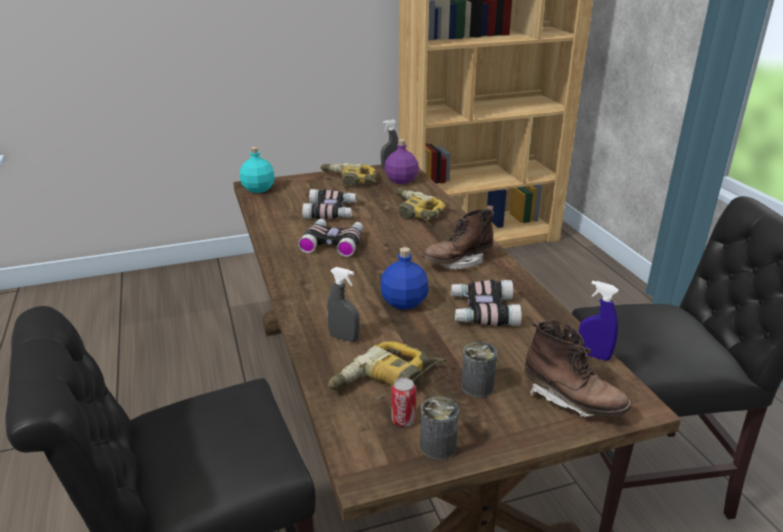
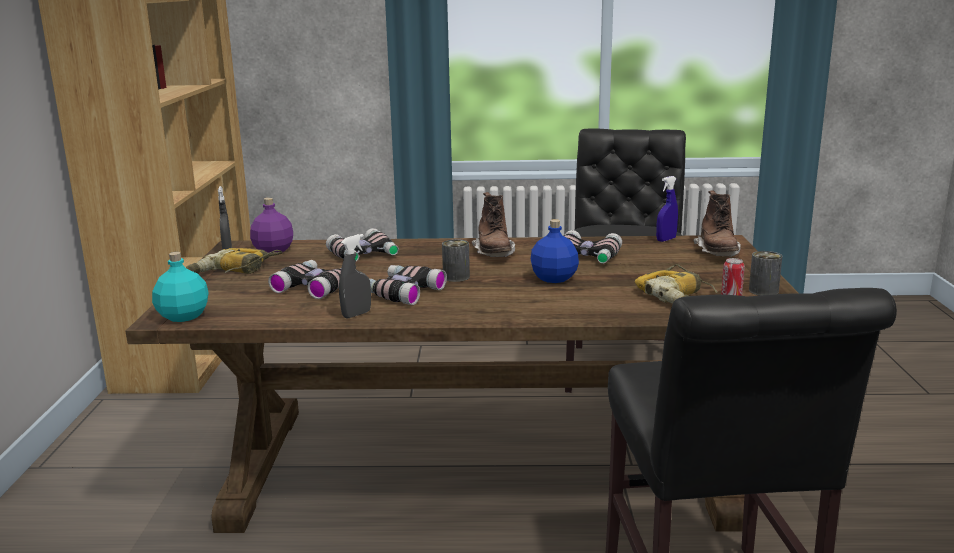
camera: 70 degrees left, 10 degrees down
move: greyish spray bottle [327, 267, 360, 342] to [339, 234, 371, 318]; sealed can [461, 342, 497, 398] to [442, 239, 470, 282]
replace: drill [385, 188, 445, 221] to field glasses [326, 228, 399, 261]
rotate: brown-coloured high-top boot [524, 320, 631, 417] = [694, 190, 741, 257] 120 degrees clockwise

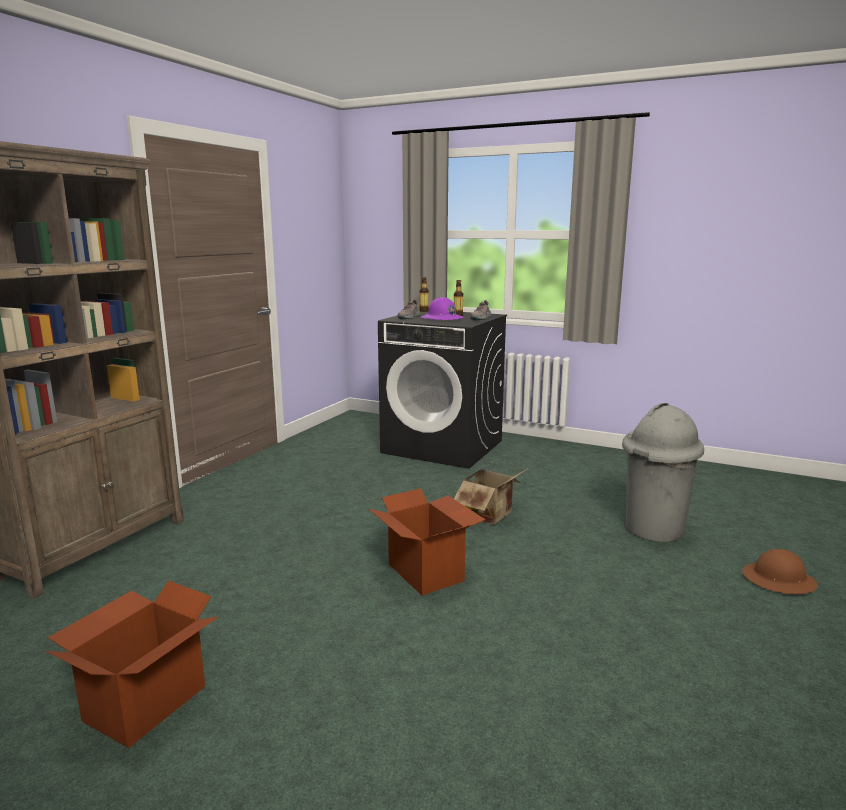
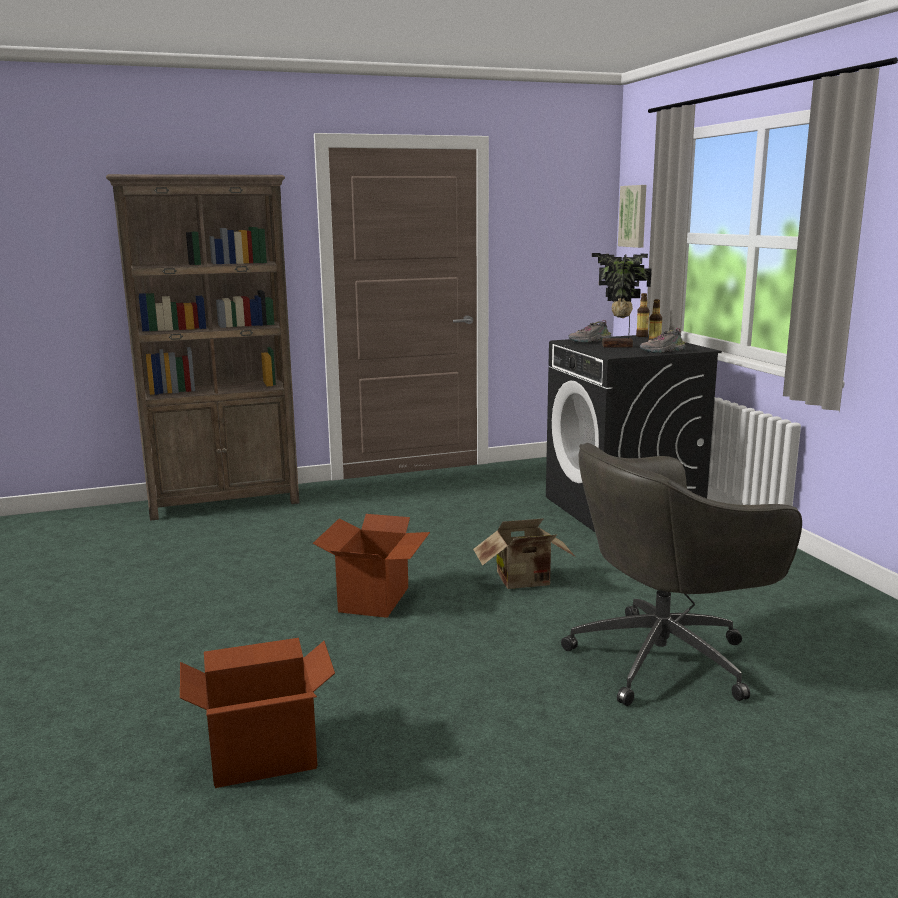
camera: 45 degrees right, 0 degrees up
delete: brown-coloured safety helmet [742, 549, 818, 594]
insert: wall art [618, 185, 646, 248]
move: carton [46, 580, 218, 748] to [180, 638, 335, 788]
replace: purple-coloured safety helmet [422, 297, 463, 321] to potted plant [592, 253, 651, 348]; greyish rubbish bin [622, 403, 704, 542] to greyish computer chair [561, 443, 802, 706]

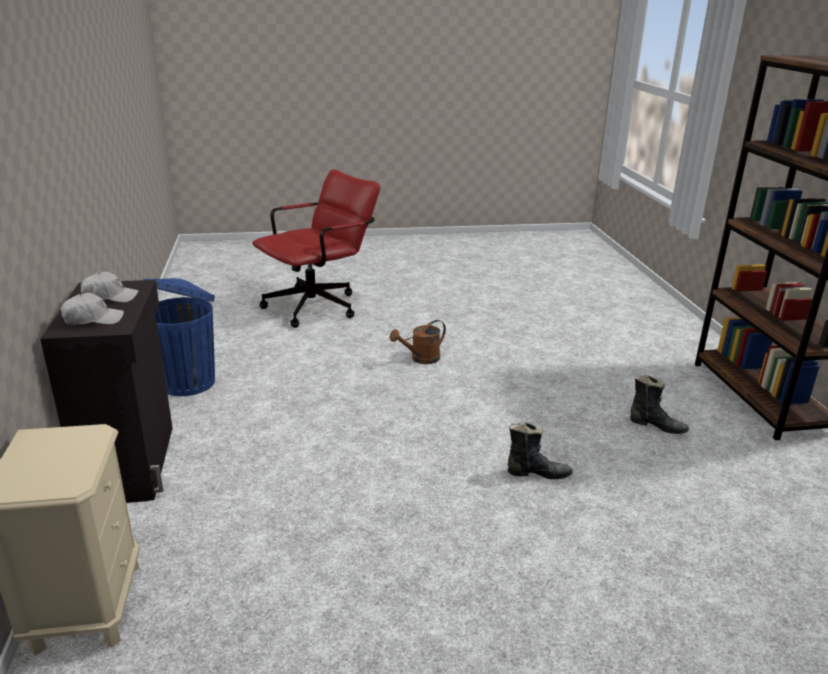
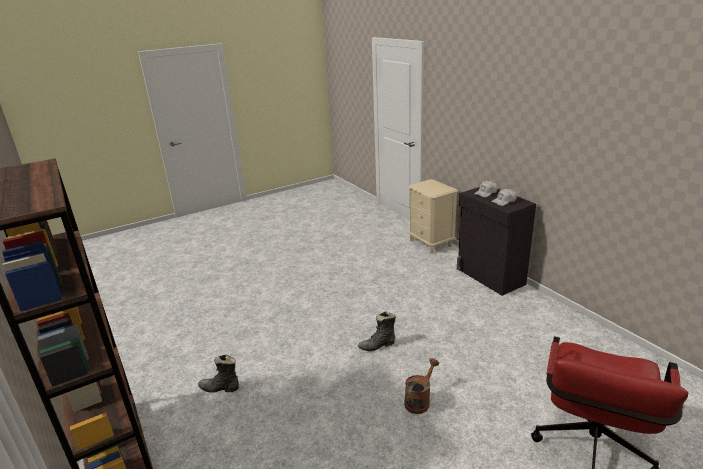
camera: 160 degrees right, 0 degrees up
delete: blue-coloured rubbish bin [144, 278, 215, 396]
move: black-coloured high-top boot [508, 422, 573, 479] to [358, 311, 396, 351]

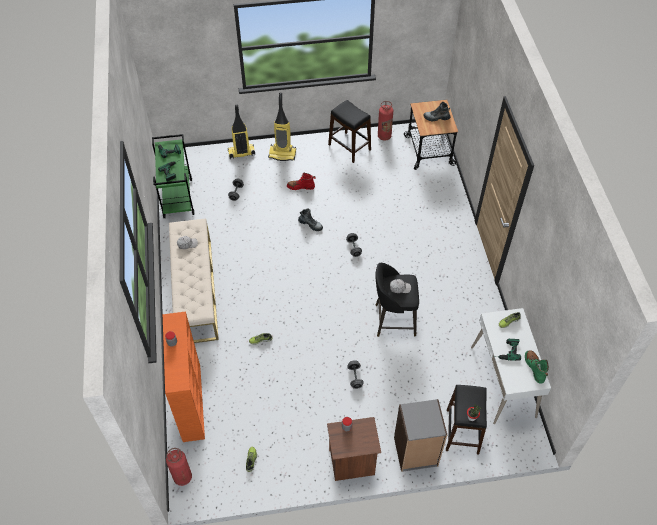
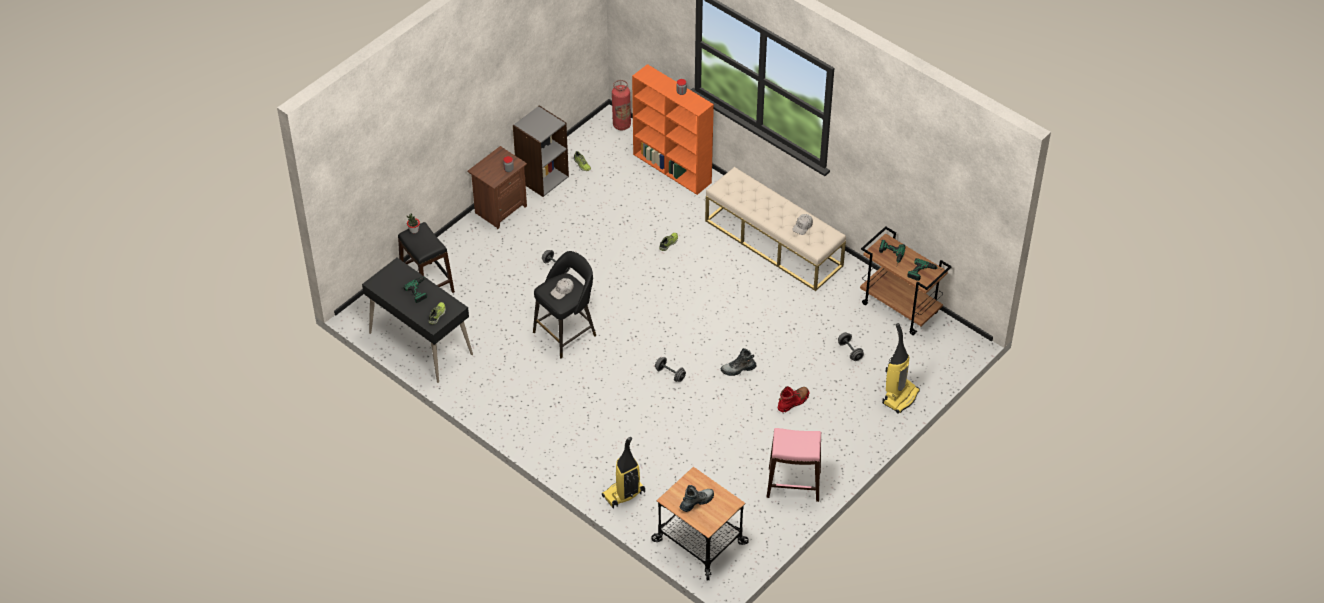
camera: 140 degrees right, 5 degrees down
delete: fire-fighting cylinder [378, 101, 393, 141]; green high-top boot [525, 350, 549, 383]
move: hoover [268, 93, 296, 161] to [602, 437, 645, 509]; greyish bookshelf [394, 399, 447, 472] to [513, 105, 569, 197]
recolor: black-coloured stool [328, 100, 371, 163] to pink stool [766, 428, 821, 502]; green trolley [152, 134, 194, 218] to brown-coloured trolley [860, 226, 952, 335]; white desk table [471, 308, 551, 424] to black-coloured desk table [362, 258, 473, 383]

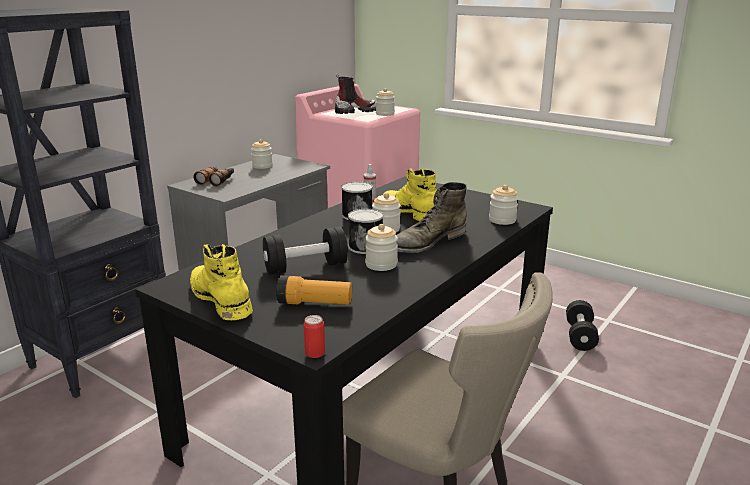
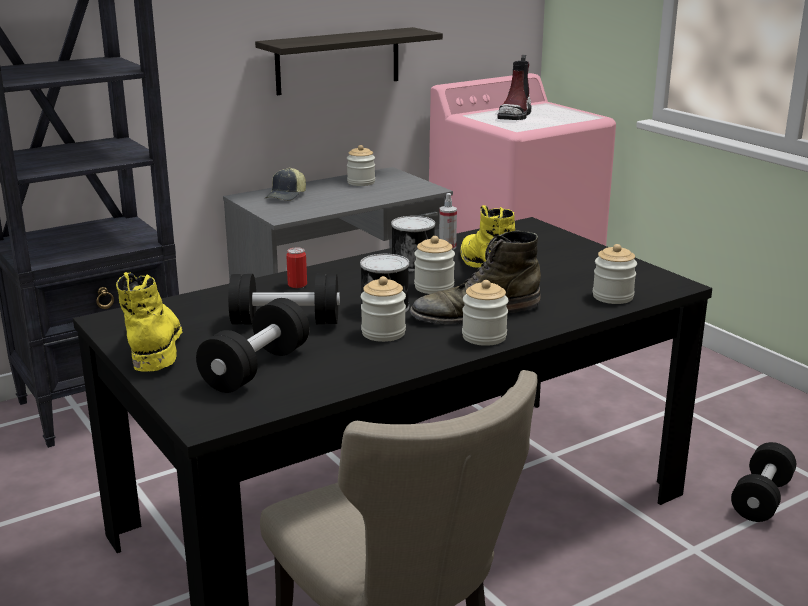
camera: 20 degrees right, 0 degrees up
insert: bracket shelf [255, 27, 443, 95]
move: jar [376, 88, 395, 116] to [462, 280, 509, 346]; sealed can [304, 315, 325, 358] to [286, 247, 307, 288]
replace: field glasses [193, 167, 234, 187] to cap [265, 167, 306, 201]; torch [276, 275, 352, 305] to black-coloured dumbbell [196, 298, 310, 393]
rotate: high-top boot [335, 75, 376, 114] = [497, 55, 532, 120] 105 degrees clockwise

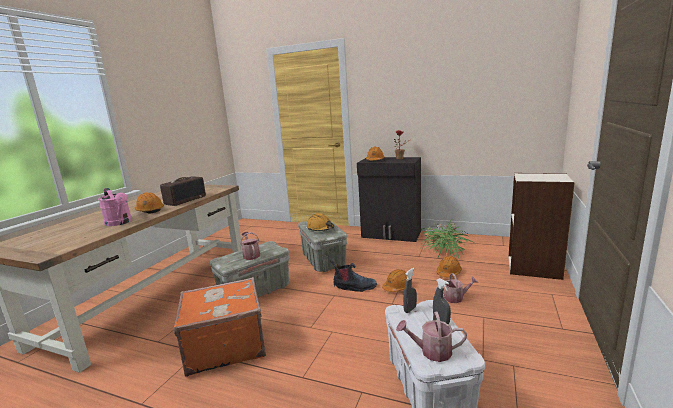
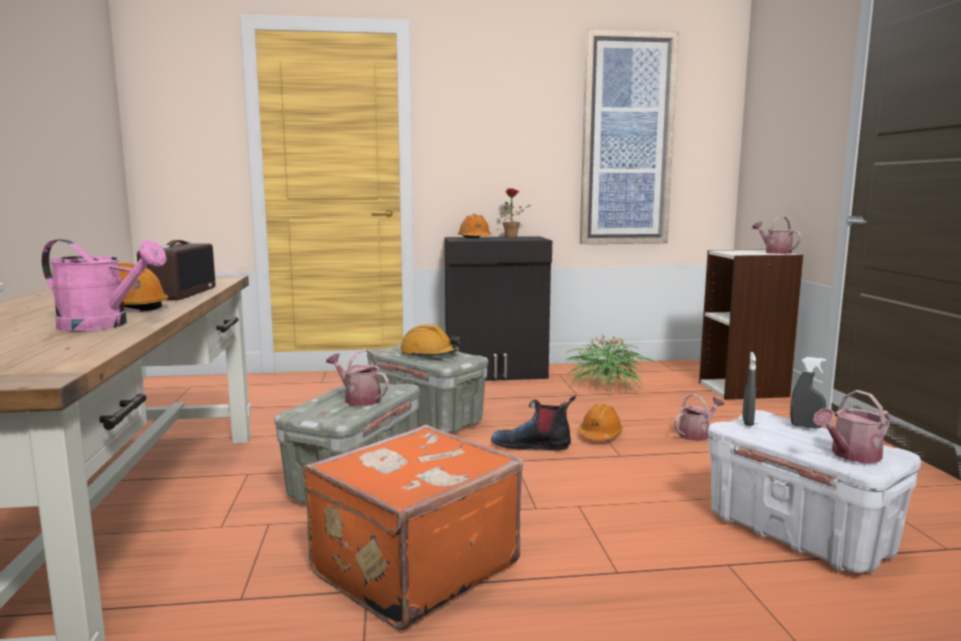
camera: 30 degrees left, 5 degrees down
delete: orange safety helmet [436, 256, 462, 278]
insert: wall art [580, 29, 679, 244]; sprinkling can [752, 216, 801, 254]
rotate: high-top boot [330, 259, 377, 292] = [491, 395, 576, 451] 150 degrees counterclockwise

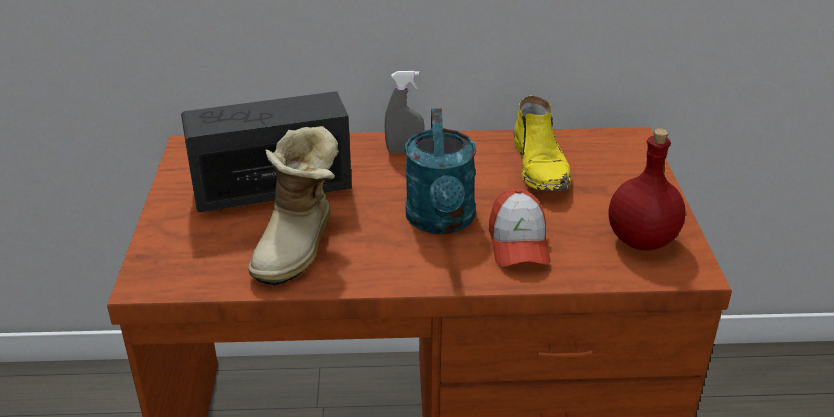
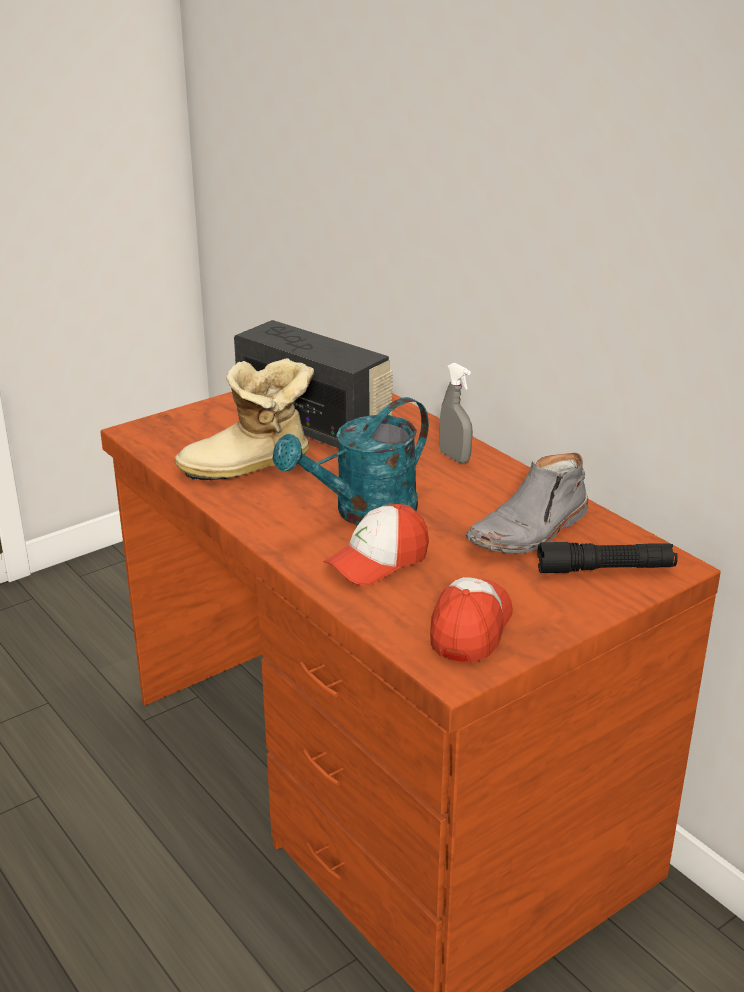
camera: 55 degrees right, 5 degrees down
insert: black-coloured torch [537, 542, 678, 573]
replace: reddish beverage bottle [608, 128, 685, 251] to cap [430, 577, 513, 663]
recolor: yellow-coloured high-top boot [513, 96, 571, 191] to greyish high-top boot [465, 453, 588, 553]

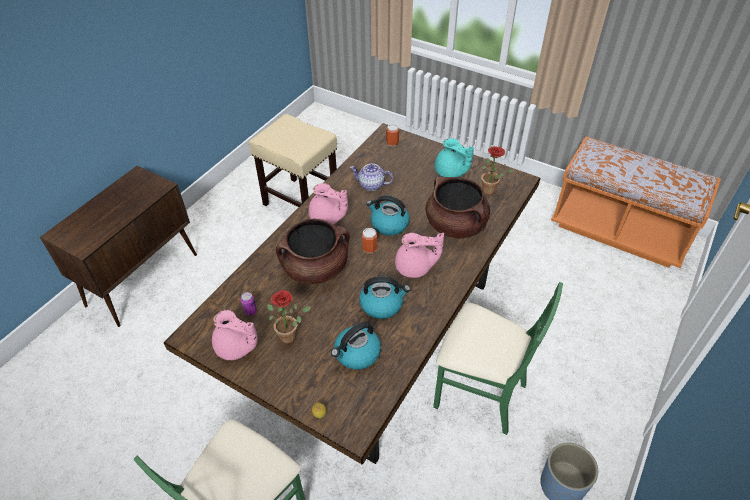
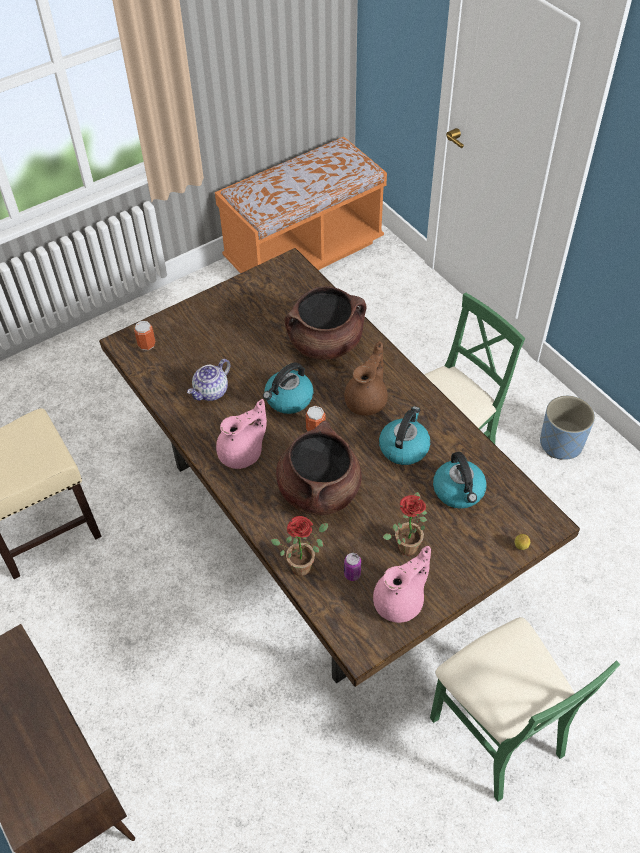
camera: 65 degrees left, 5 degrees up
delete: turquoise-coloured teapot [435, 138, 474, 177]
move: potted plant [481, 146, 514, 195] to [271, 516, 328, 576]
recolor: pink teapot [395, 233, 444, 278] to brown-coloured teapot [344, 341, 388, 416]

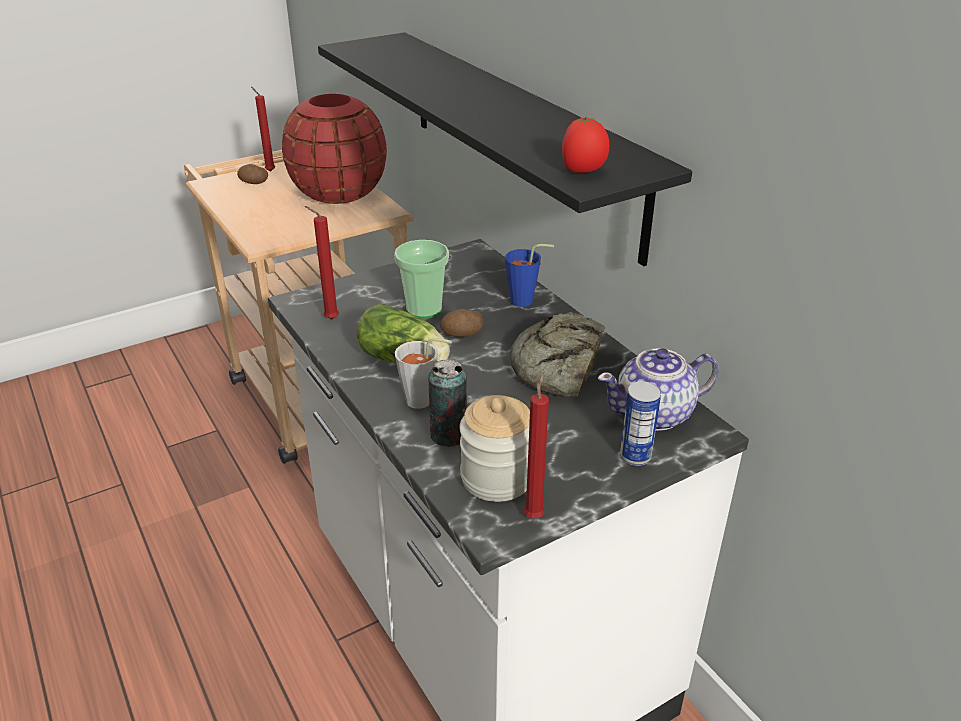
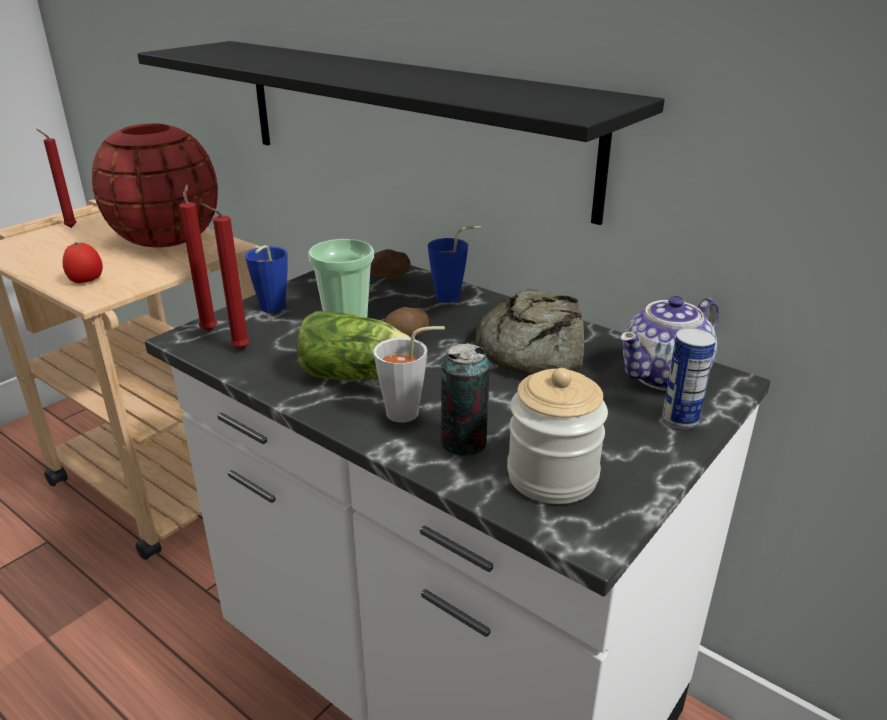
camera: 20 degrees left, 5 degrees down
insert: blue-coloured drinking cup [245, 245, 288, 312]
move: whole tomato [562, 117, 609, 173] to [62, 242, 103, 283]; potato [237, 164, 268, 184] to [370, 249, 411, 278]; reddish wax candle [524, 373, 549, 518] to [179, 184, 217, 331]

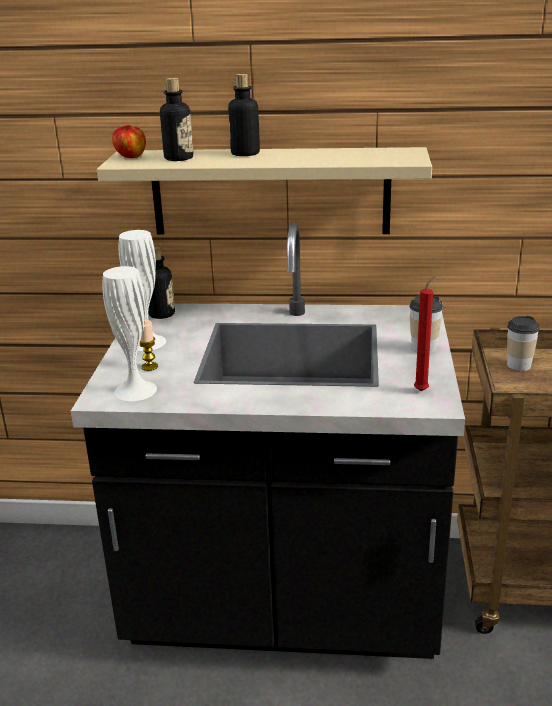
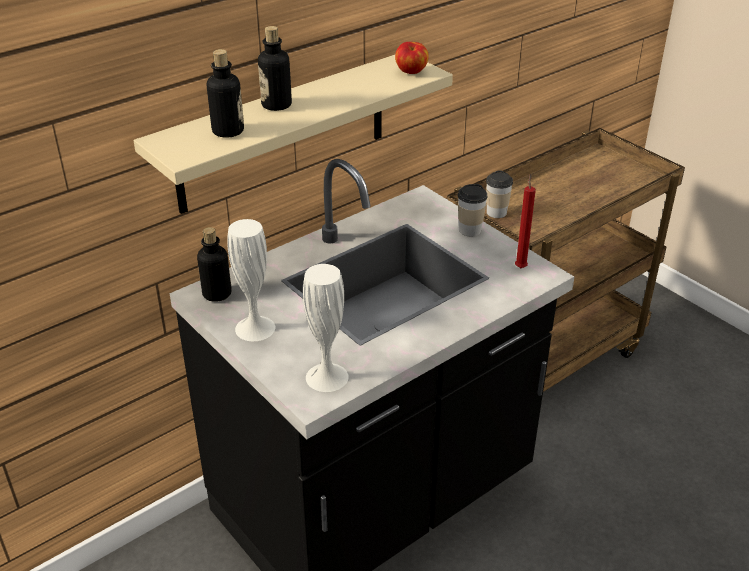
camera: 45 degrees left, 10 degrees up
delete: wax candle [140, 320, 158, 371]
move: whole apple [112, 125, 146, 158] to [395, 42, 429, 74]

